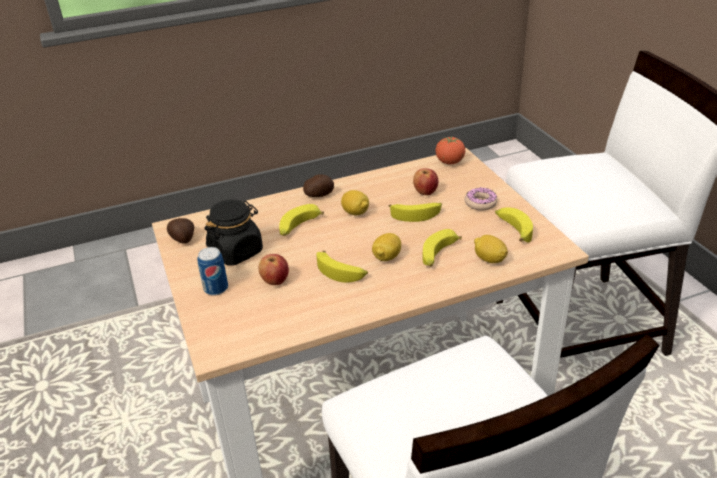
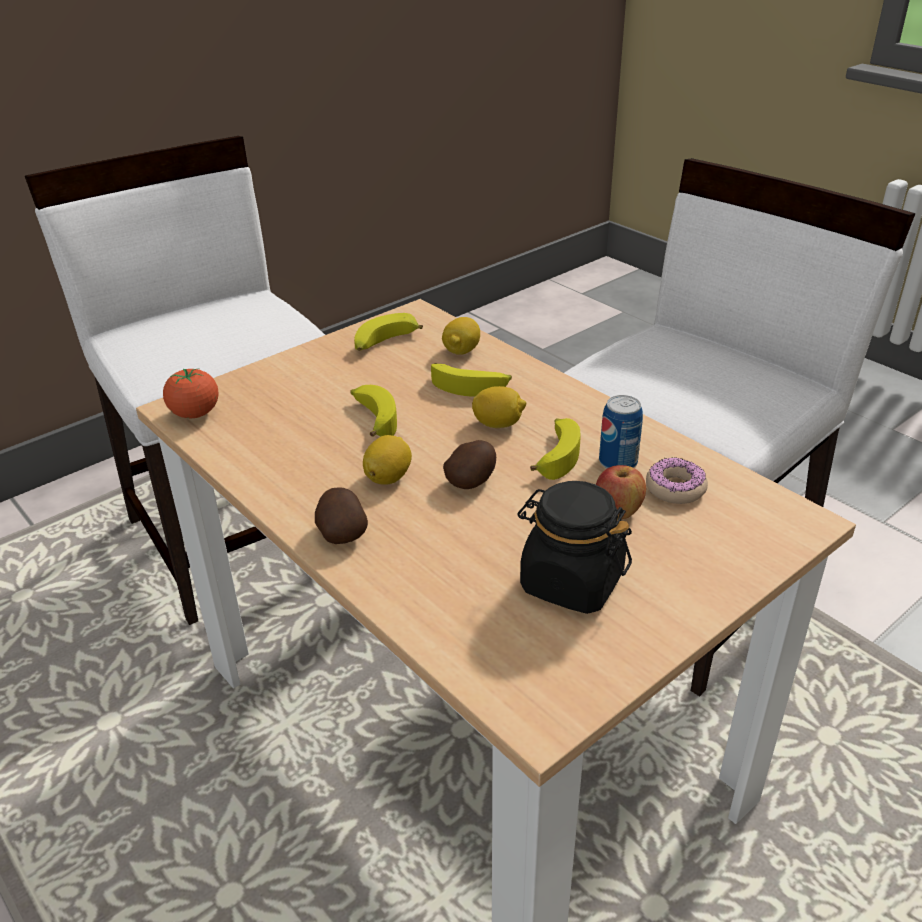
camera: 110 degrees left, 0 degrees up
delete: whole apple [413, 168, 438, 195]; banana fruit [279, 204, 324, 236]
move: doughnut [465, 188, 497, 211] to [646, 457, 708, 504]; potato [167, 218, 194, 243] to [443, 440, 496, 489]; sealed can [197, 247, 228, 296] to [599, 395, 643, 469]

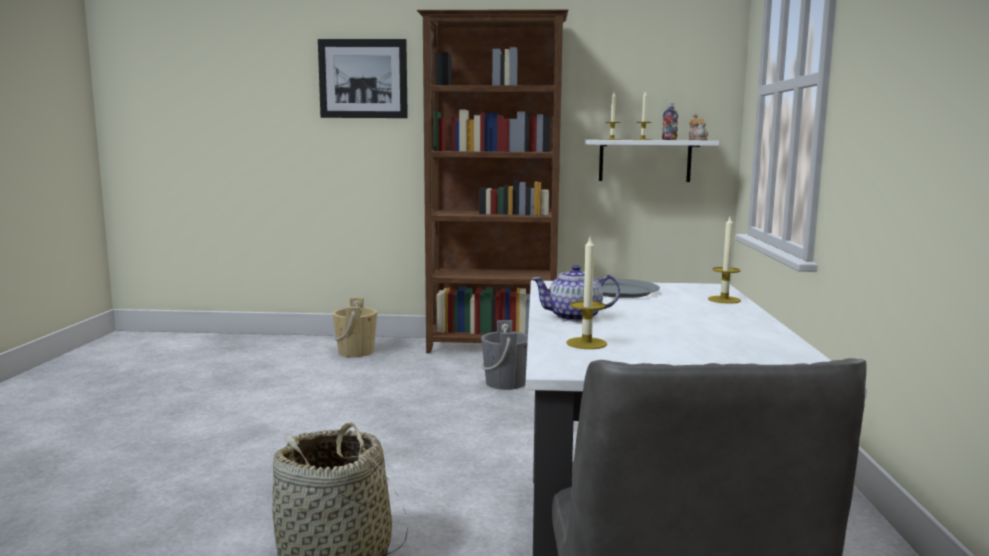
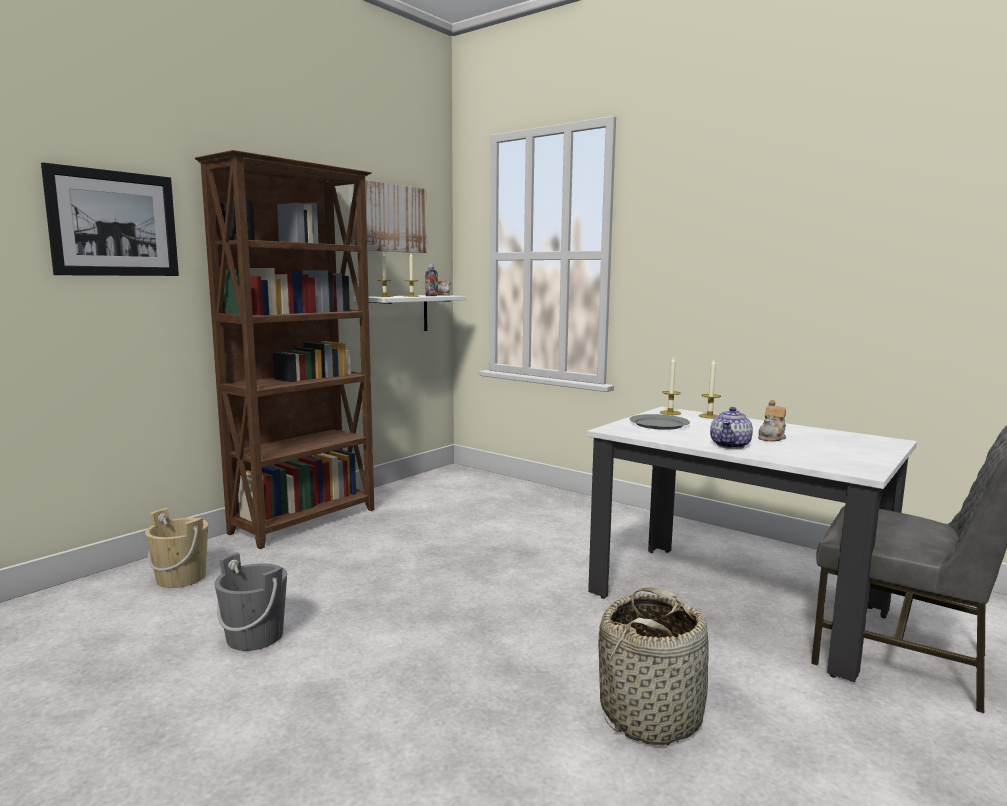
camera: 55 degrees left, 0 degrees up
insert: wall art [349, 180, 427, 253]; teapot [758, 400, 786, 442]
move: wax candle [567, 237, 607, 349] to [660, 356, 681, 415]; greyish pail [481, 320, 528, 390] to [214, 552, 287, 651]

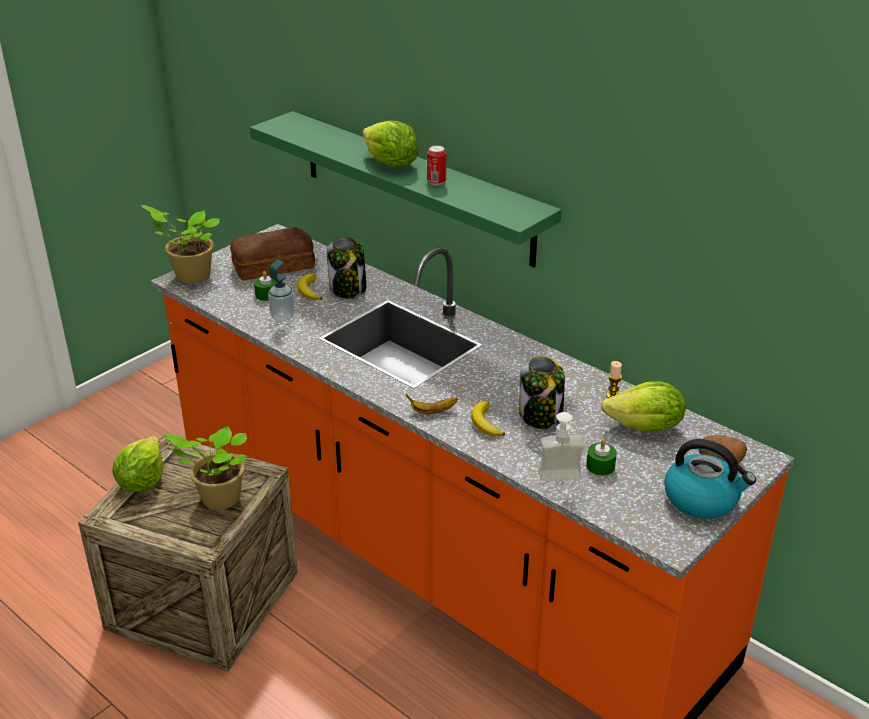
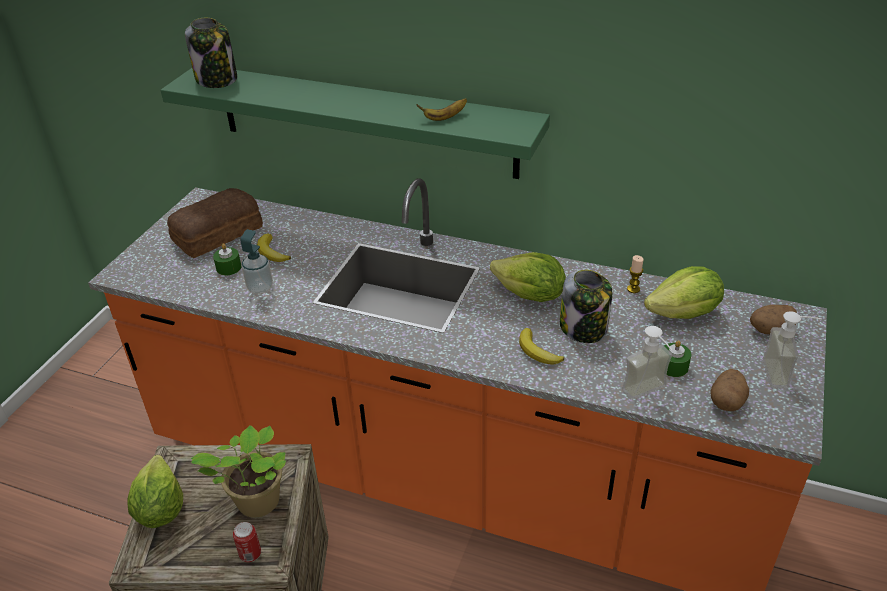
camera: 20 degrees left, 5 degrees up
delete: potted plant [140, 205, 220, 283]
insert: potato [711, 369, 749, 411]
move: lettuce head [363, 121, 419, 168] to [490, 252, 566, 302]; sealed can [427, 145, 446, 185] to [233, 522, 261, 562]; jar [327, 237, 366, 298] to [185, 18, 237, 88]; banana fruit [406, 394, 458, 414] to [416, 98, 467, 121]
replace: kettle [664, 439, 756, 519] to soap dispenser [763, 311, 822, 389]

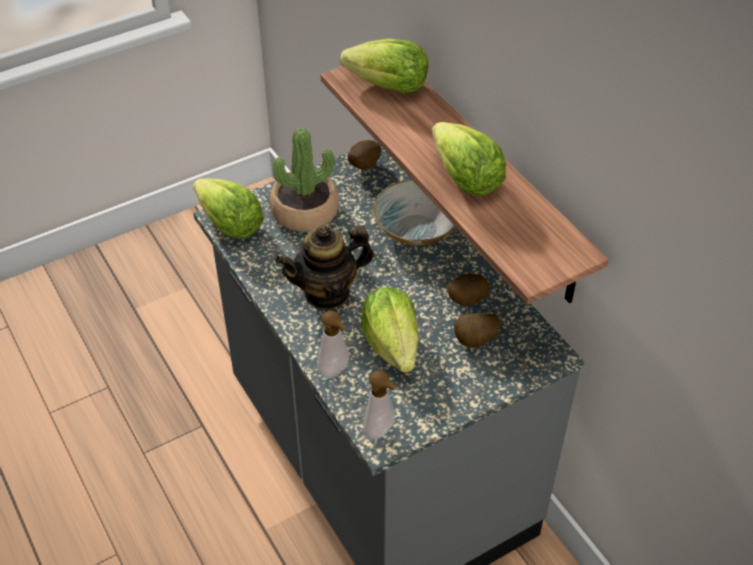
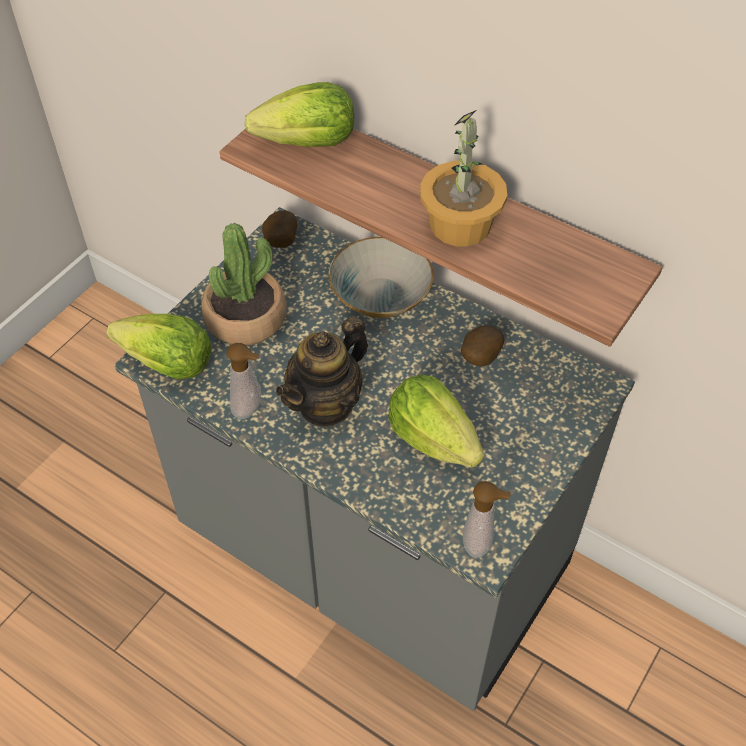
camera: 25 degrees left, 5 degrees up
delete: potato [454, 313, 501, 348]
move: soap dispenser [317, 311, 349, 378] to [227, 343, 261, 419]
replace: lettuce head [432, 122, 506, 196] to potted plant [420, 110, 507, 246]

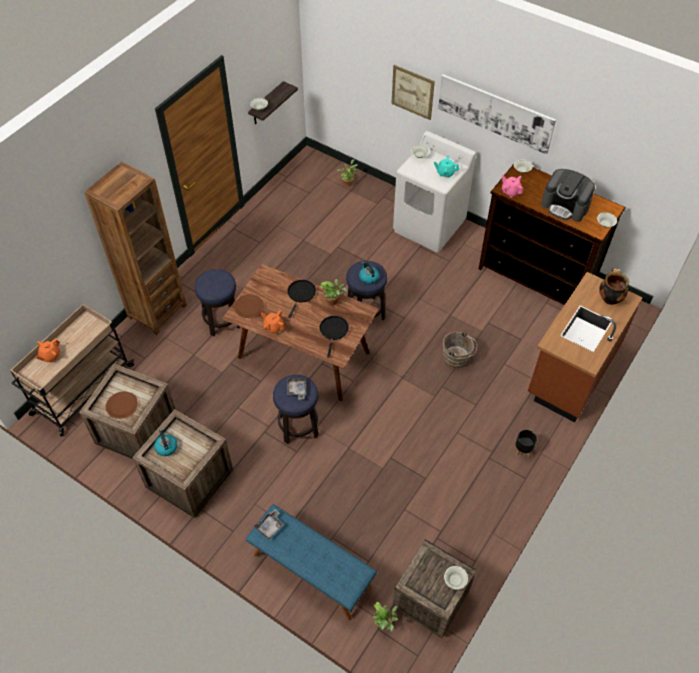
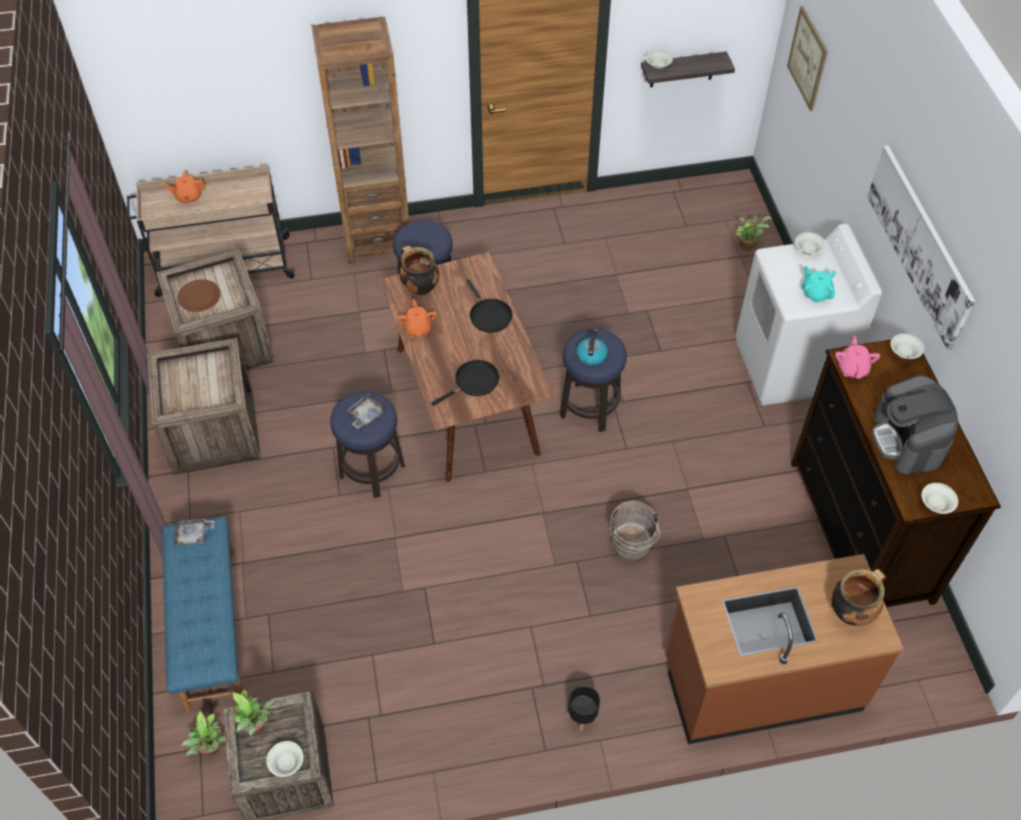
camera: 45 degrees right, 0 degrees up
delete: kettle [154, 429, 178, 456]
move: wall art [391, 65, 435, 120] to [787, 6, 828, 111]; potted plant [320, 279, 347, 305] to [232, 690, 274, 736]
replace: brown-coloured plate [234, 294, 264, 318] to cooking pot [399, 246, 440, 296]
rotate: black-coloured pan [288, 280, 316, 318] = [466, 280, 512, 333] 90 degrees clockwise

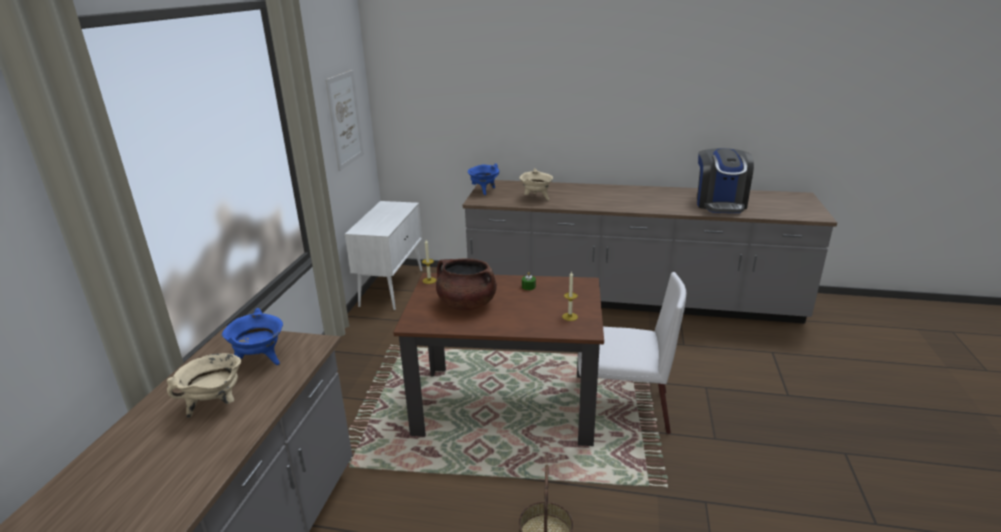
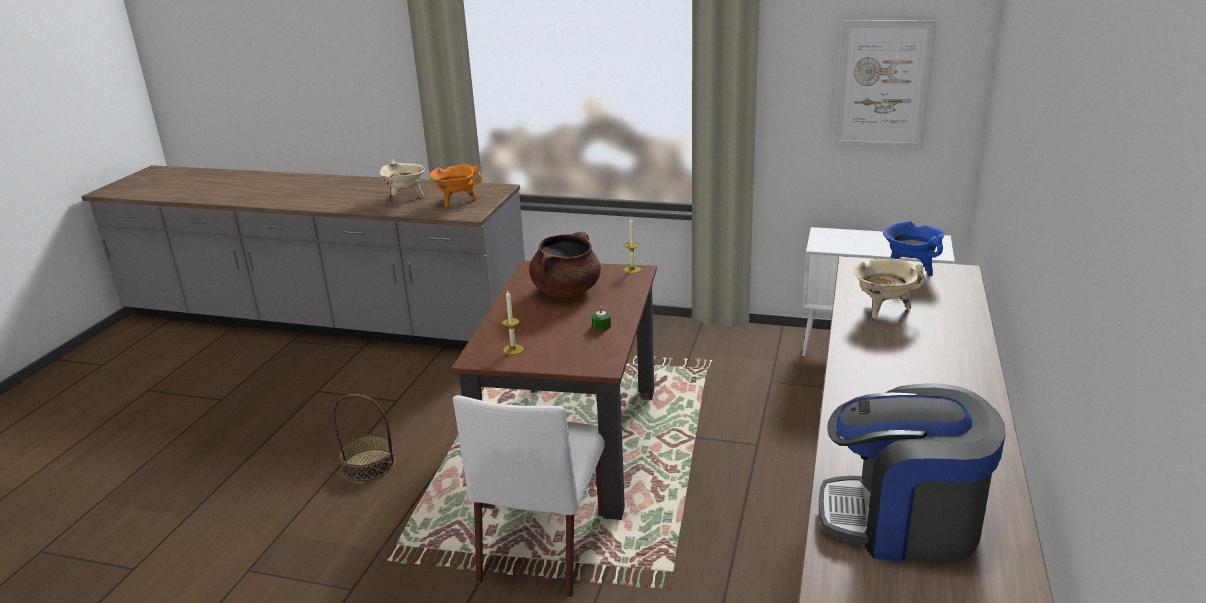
camera: 95 degrees right, 0 degrees up
recolor: blue-coloured cooking pot [222, 308, 283, 365] to orange cooking pot [430, 164, 481, 207]

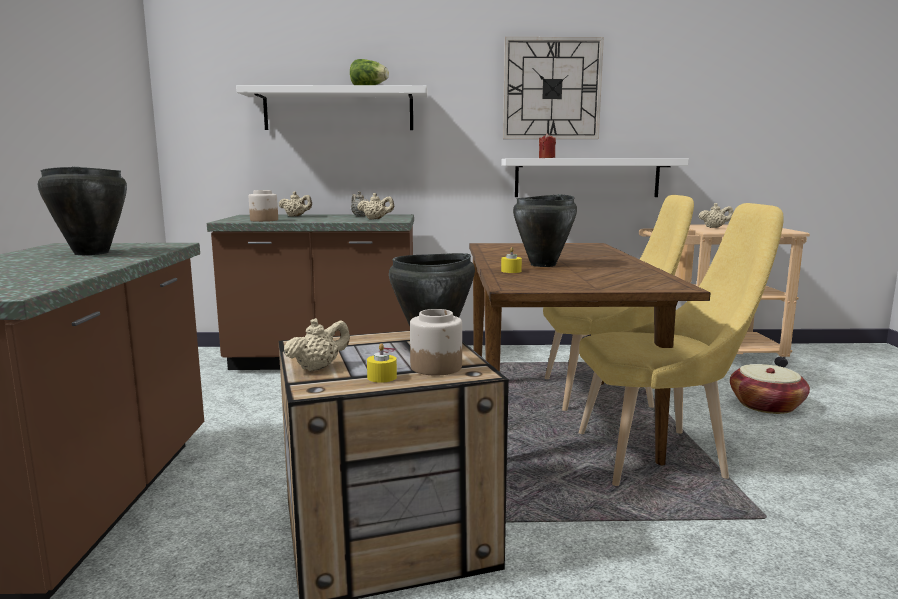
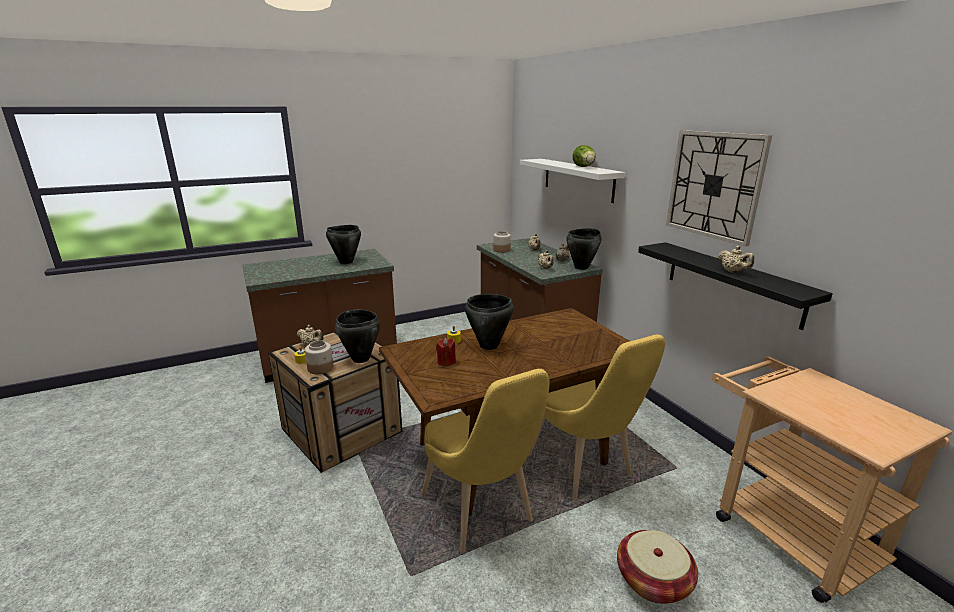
camera: 65 degrees right, 10 degrees up
insert: black-coloured cooking pot [566, 228, 602, 270]
move: reddish wax candle [539, 134, 556, 158] to [436, 338, 456, 366]; sand-coloured teapot [698, 203, 733, 228] to [718, 246, 754, 273]
recolor: white bracket shelf [501, 159, 689, 197] to black-coloured bracket shelf [638, 242, 833, 330]

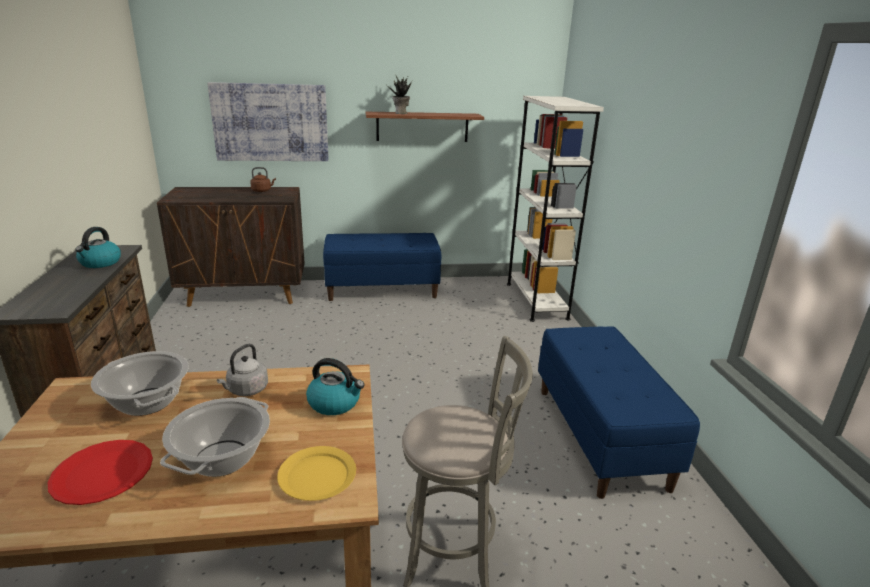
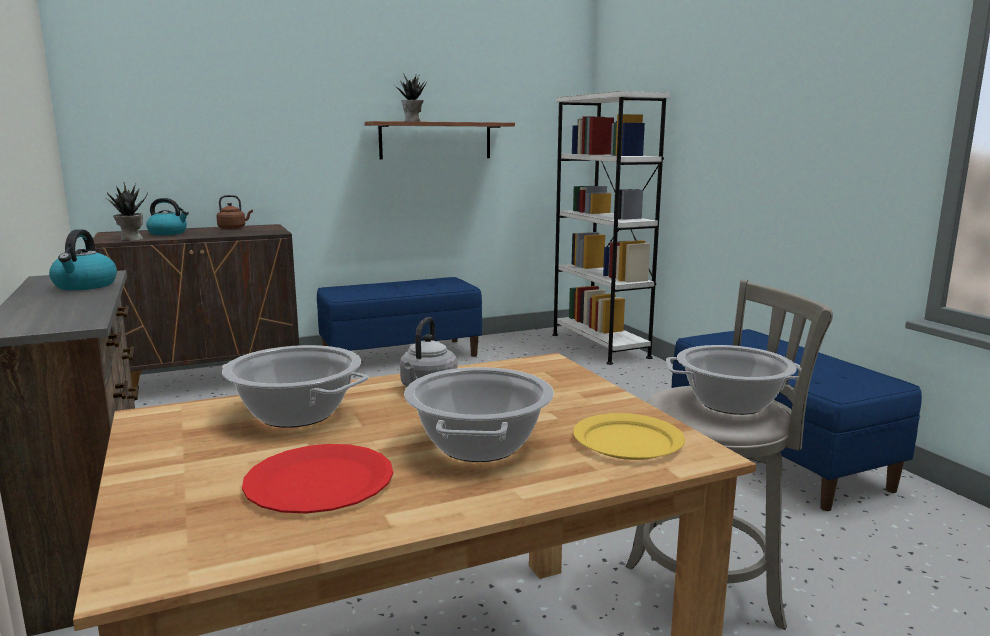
camera: 15 degrees left, 10 degrees down
delete: wall art [207, 82, 329, 161]
insert: potted plant [105, 182, 148, 241]; cooking pot [666, 345, 801, 415]
move: kettle [306, 358, 364, 415] to [146, 198, 189, 235]

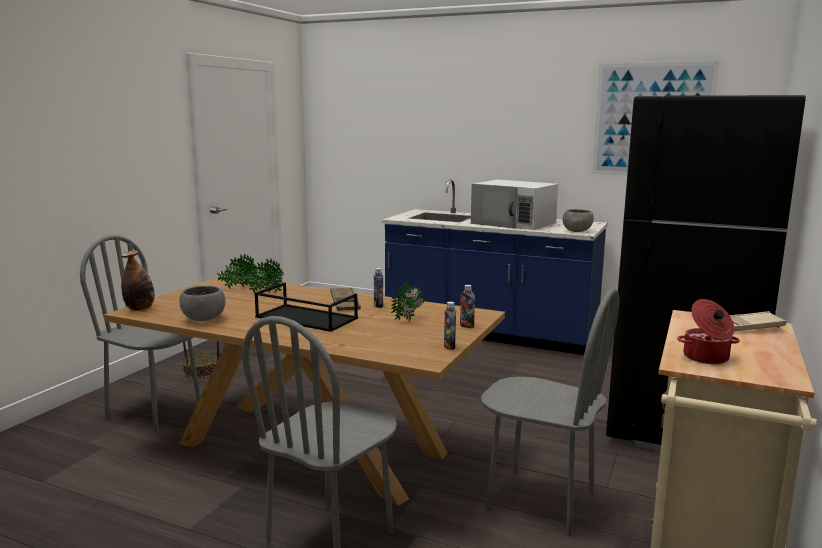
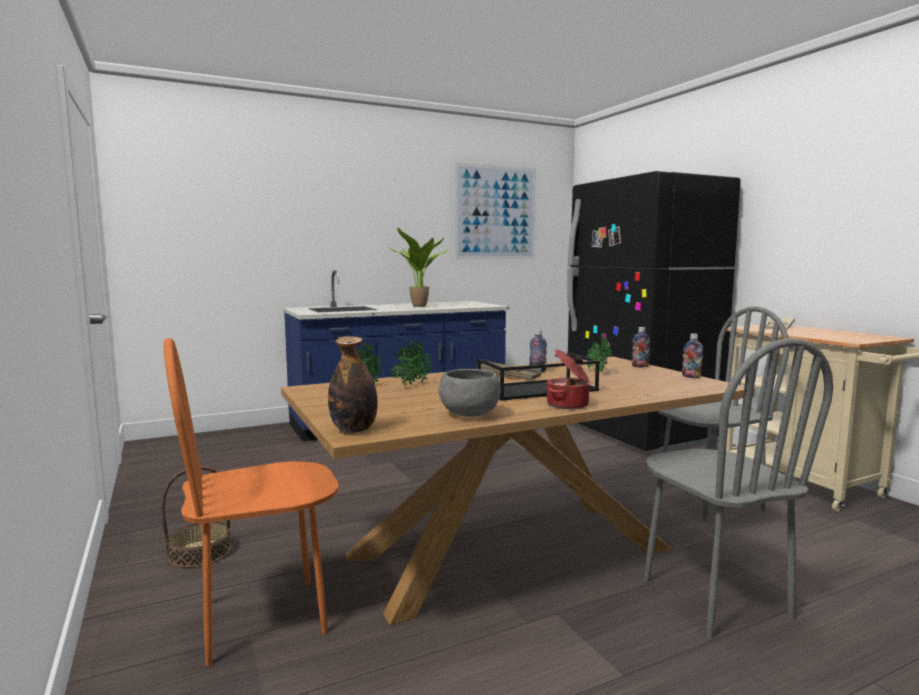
camera: 50 degrees left, 5 degrees down
delete: greyish bowl [563, 209, 594, 232]
move: cooking pot [677, 299, 740, 364] to [547, 349, 589, 409]
replace: white microwave oven [471, 180, 558, 230] to potted plant [388, 227, 449, 307]
recolor: greyish plain chair [80, 235, 201, 432] to orange plain chair [164, 338, 339, 666]

